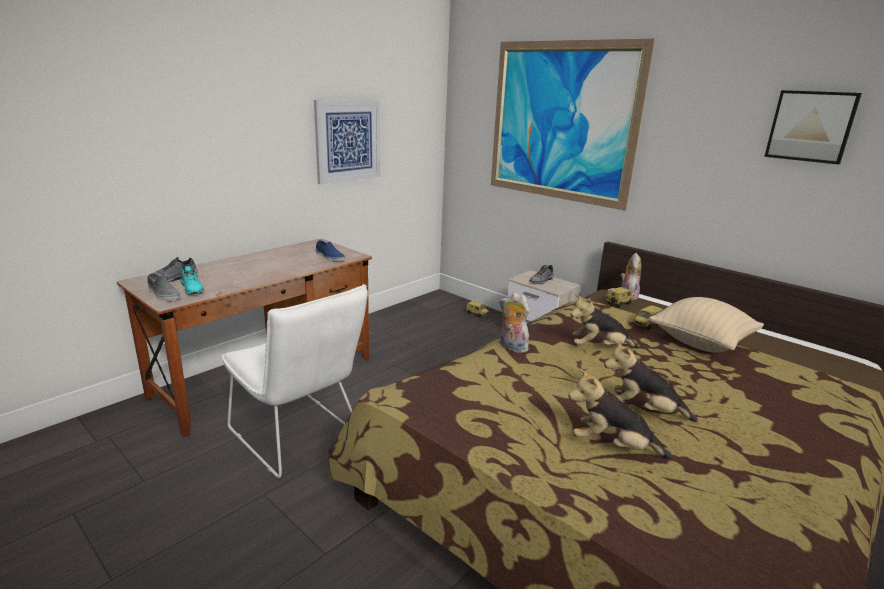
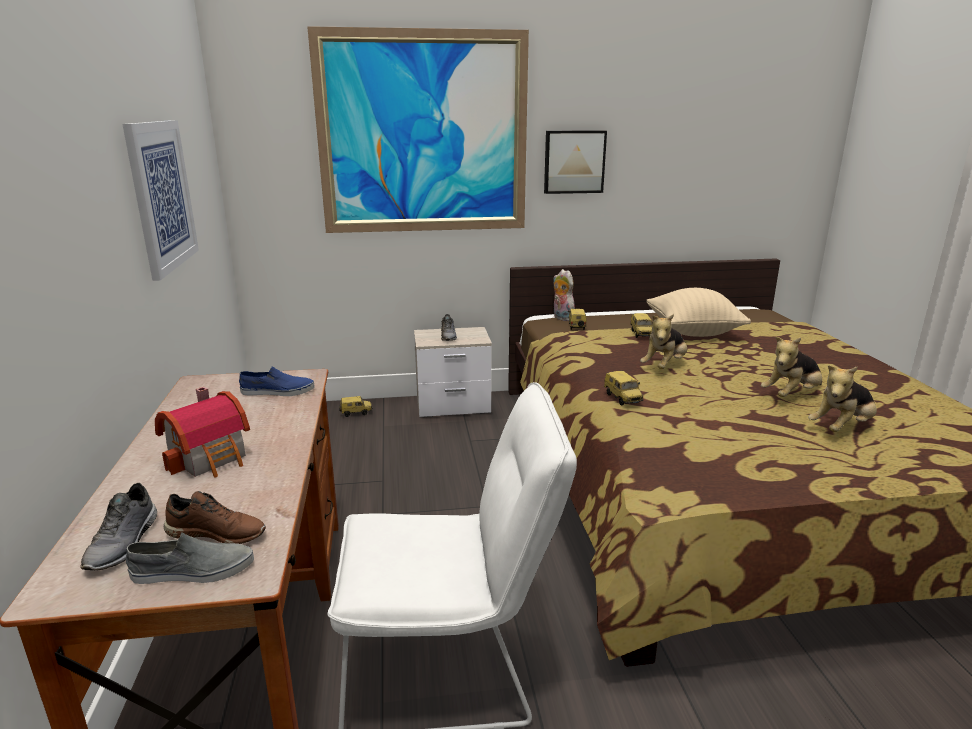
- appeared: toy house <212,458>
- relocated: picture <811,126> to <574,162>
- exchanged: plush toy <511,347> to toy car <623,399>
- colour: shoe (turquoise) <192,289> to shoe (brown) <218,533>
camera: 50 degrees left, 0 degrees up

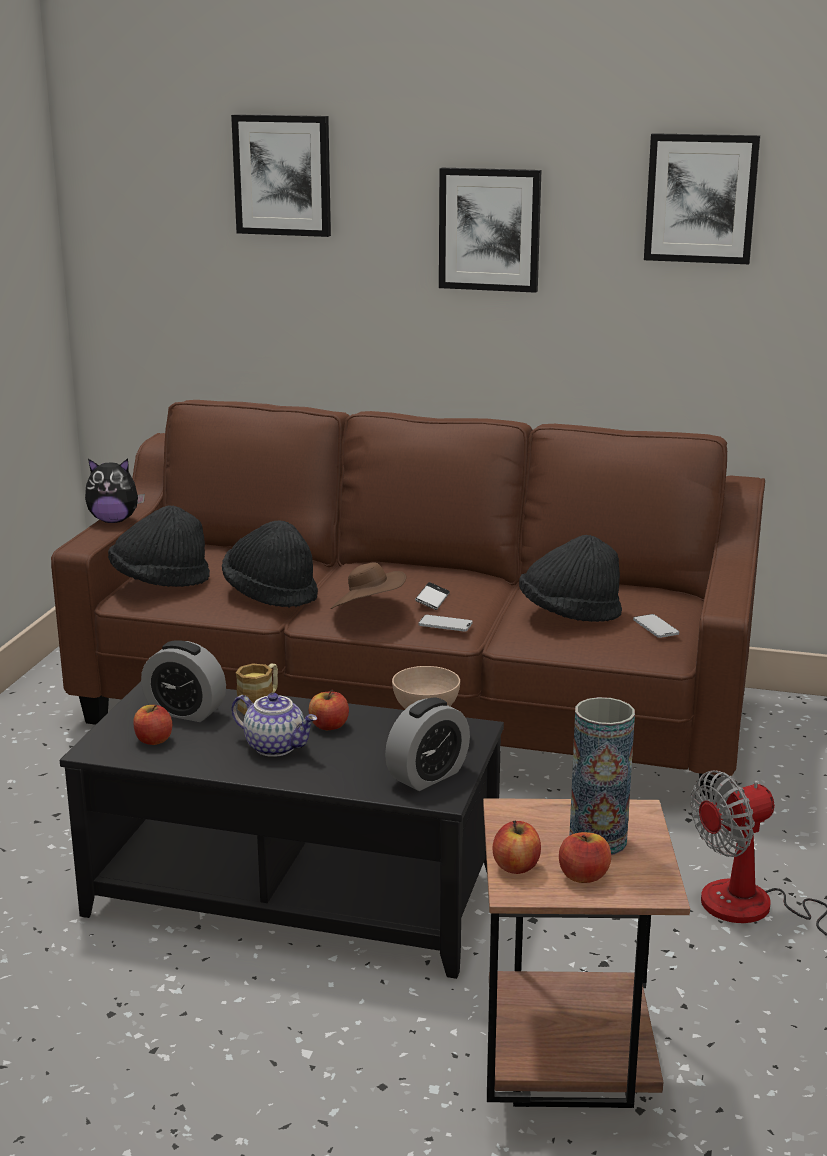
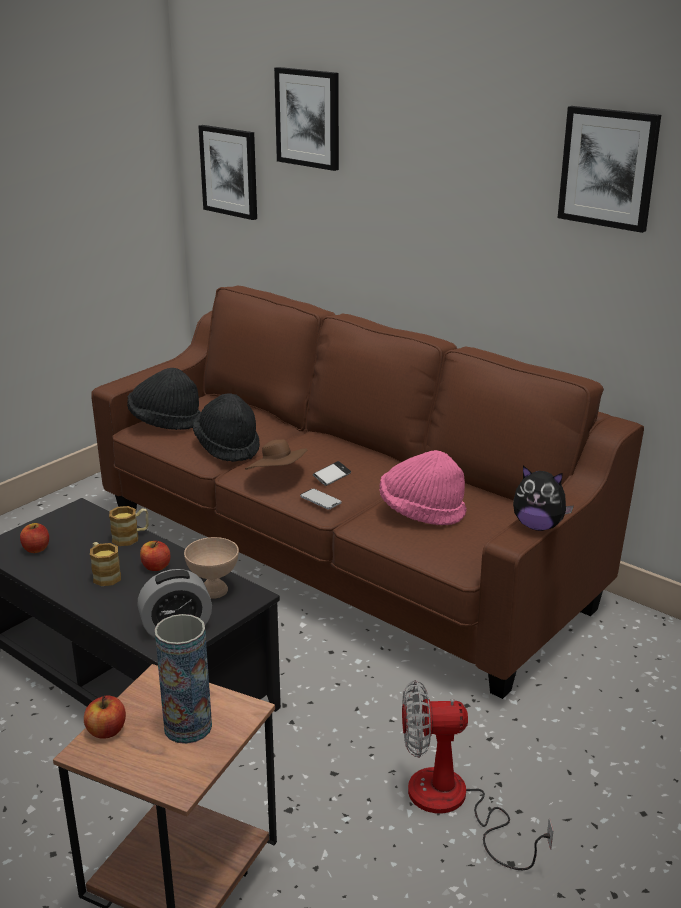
- missing: alarm clock <185,712>
- missing: apple <583,876>
- missing: phone <655,627>
- relocated: plush toy <114,520> to <538,526>
- relocated: picture <489,229> to <230,171>
- exchanged: teapot <276,747> to mug <104,575>
- colour: hat (black) <569,614> to hat (pink) <421,512>
camera: 25 degrees right, 5 degrees up

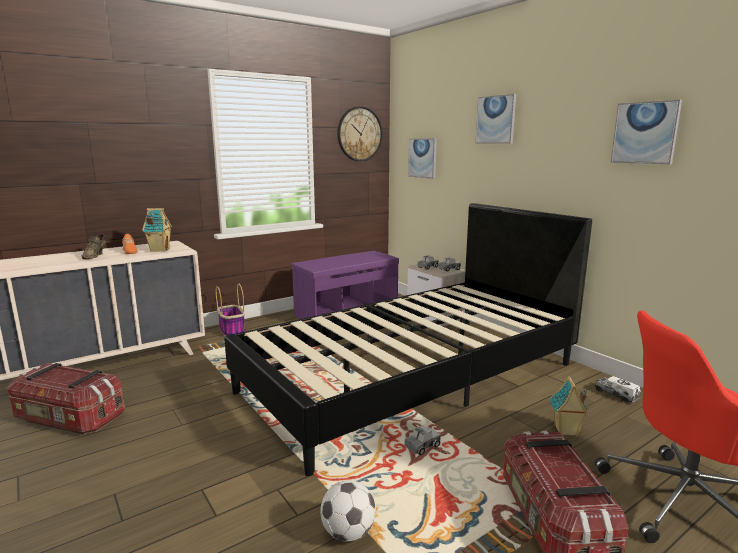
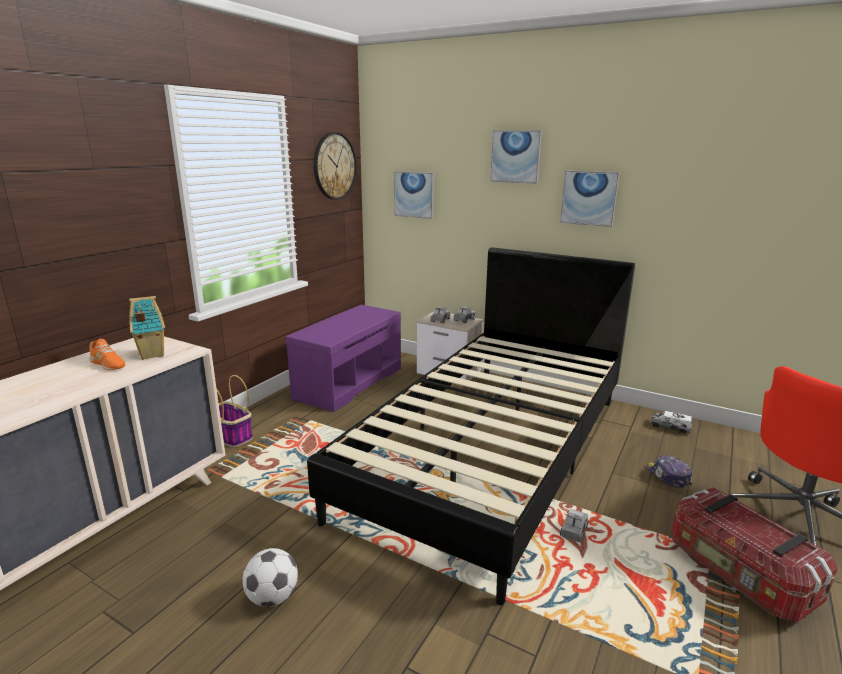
- missing: storage box <69,419>
- missing: shoe (brown) <95,256>
- relocated: football <348,532> to <272,597>
- relocated: picture <645,133> to <589,198>
- exchanged: toy house <565,431> to cap <668,476>
camera: 25 degrees left, 5 degrees up

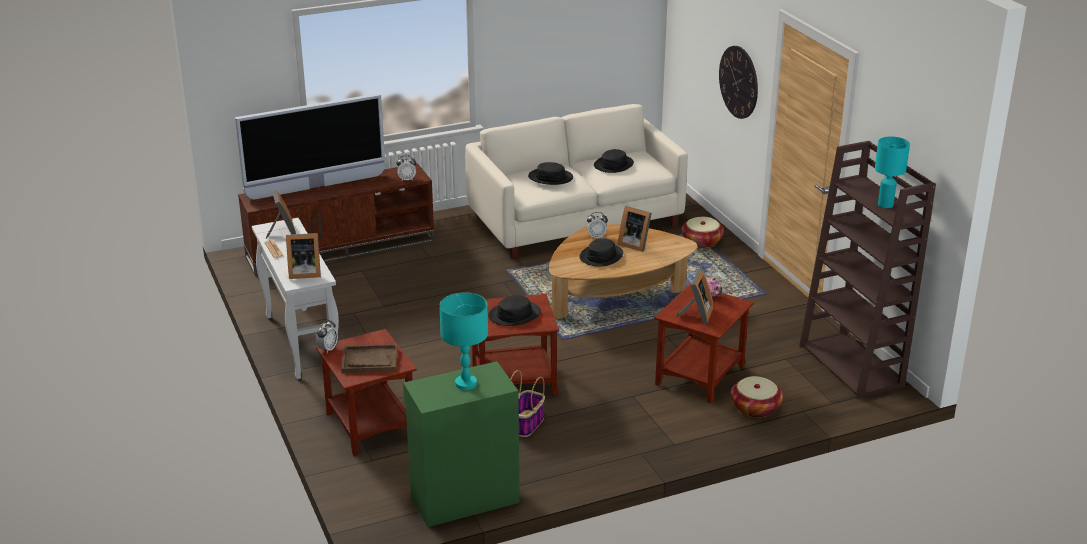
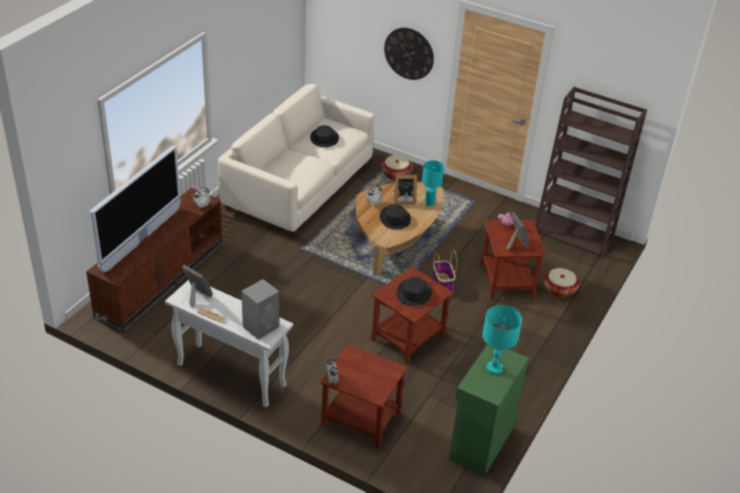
- missing: tray (brown) <369,360>
- missing: hat (black) <550,177>
- relocated: basket <526,425> to <442,284>
- relocated: table lamp (turquoise) <885,204> to <429,203>
- exchanged: picture frame <304,273> to speaker (grey) <261,326>
camera: 40 degrees left, 10 degrees up

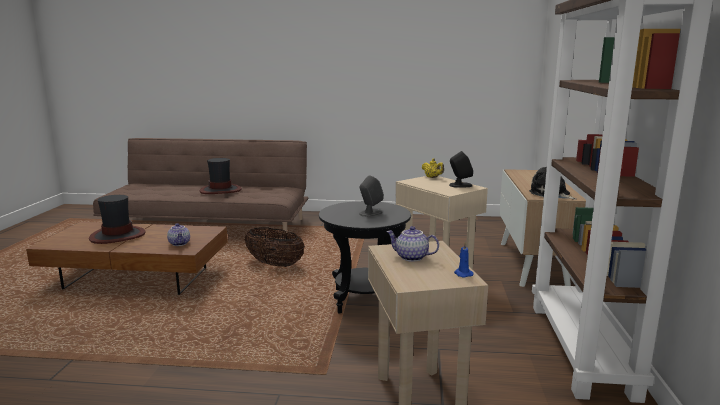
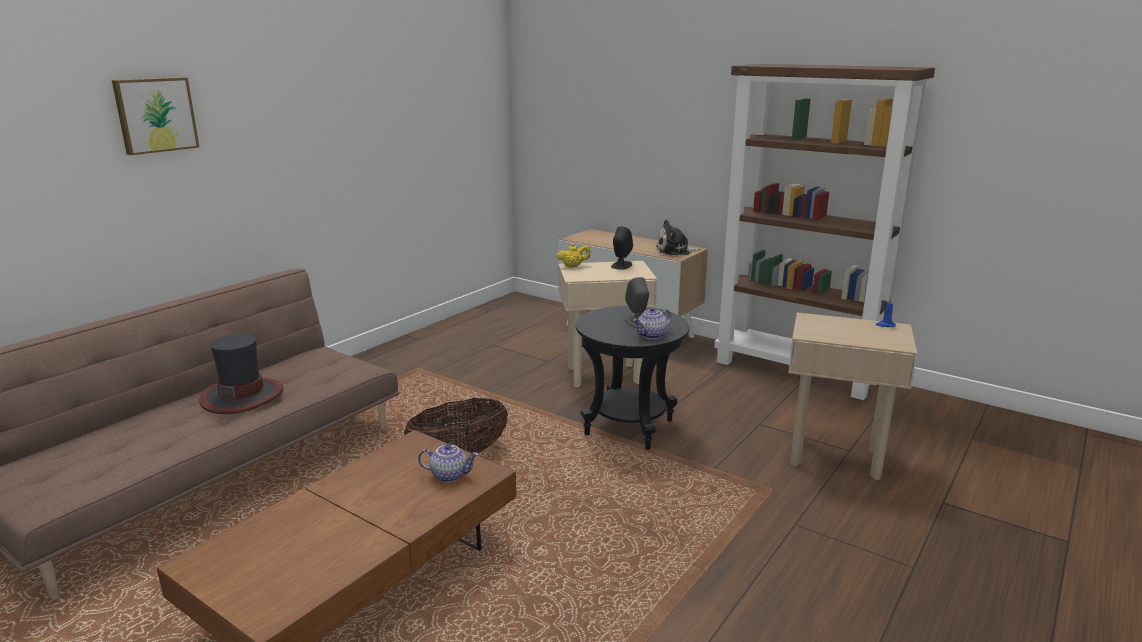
- missing: hat <117,236>
- appeared: picture <155,115>
- relocated: teapot <411,257> to <652,336>
camera: 60 degrees left, 5 degrees up

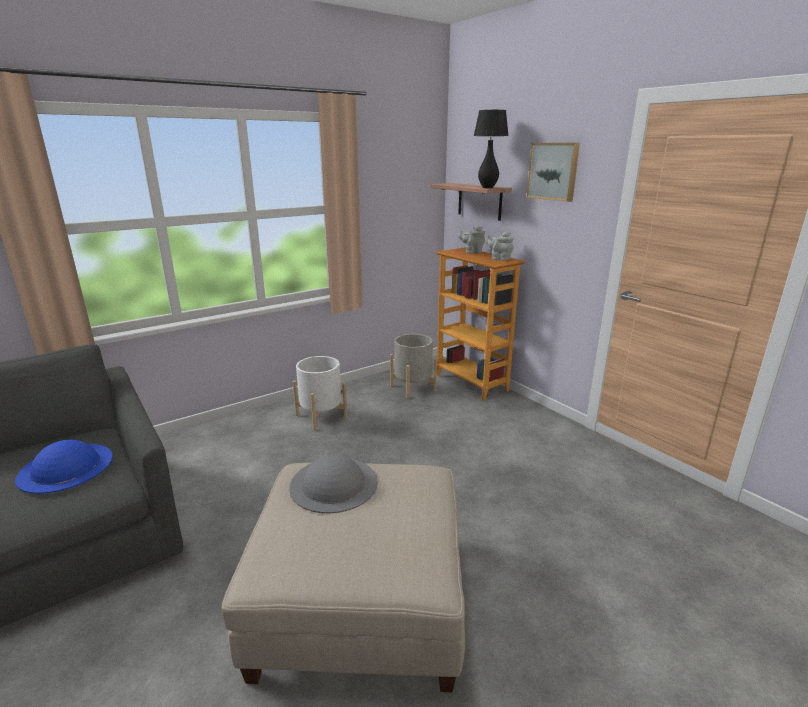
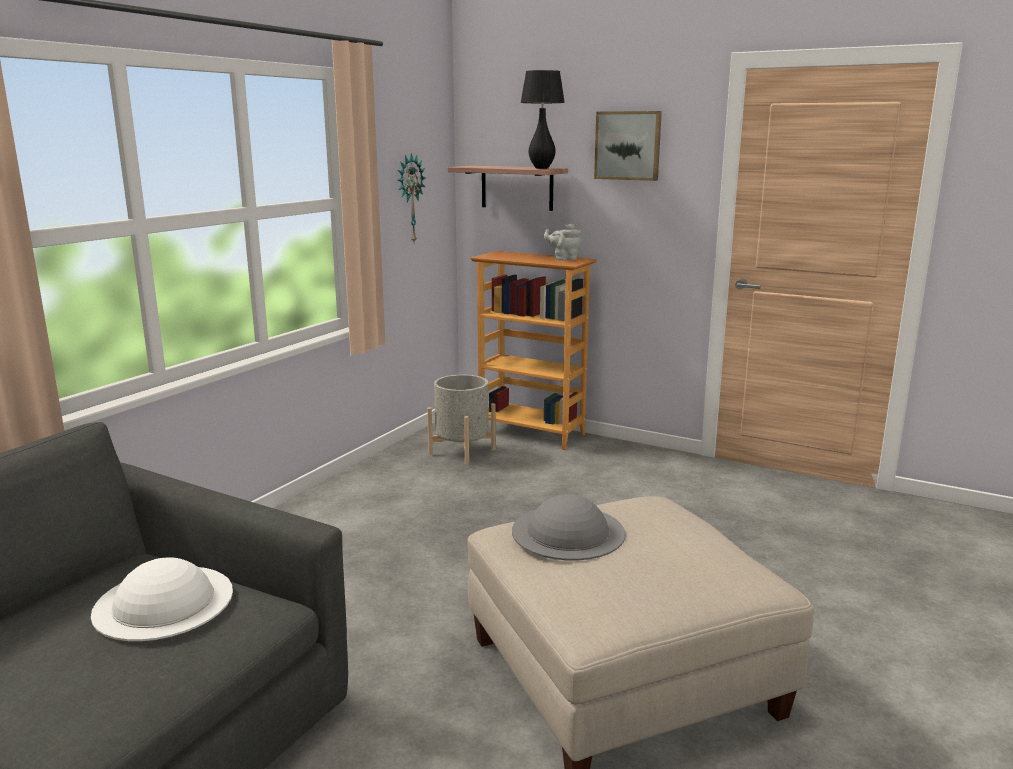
- missing: planter (white) <321,416>
- missing: teapot (grey) <472,252>
- appeared: wall clock <409,199>
- colour: hat (blue) <65,467> to hat (white) <163,602>
camera: 25 degrees left, 5 degrees down

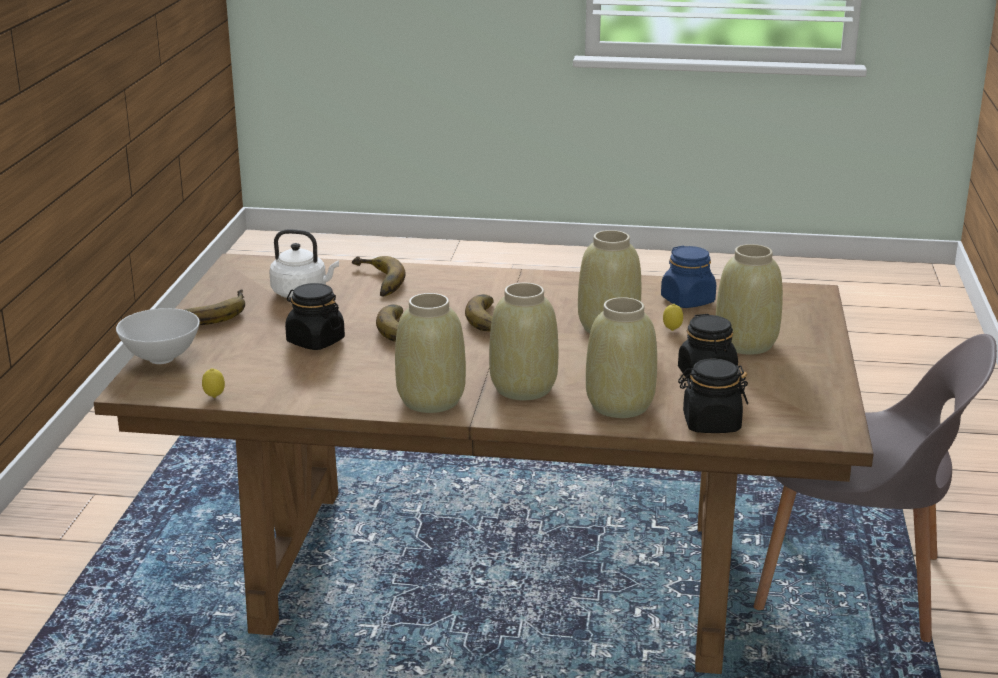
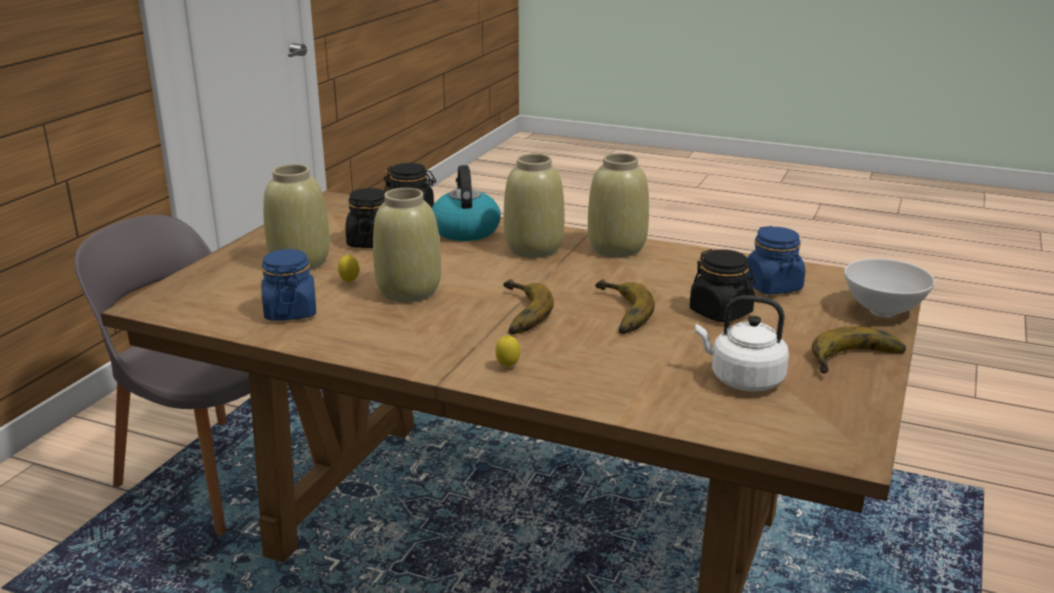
- missing: banana <374,282>
- appeared: jar (blue) <773,286>
- relocated: lemon <214,397> to <508,367>
- exchanged: vase (beige) <620,405> to kettle <465,230>
camera: 165 degrees left, 0 degrees up

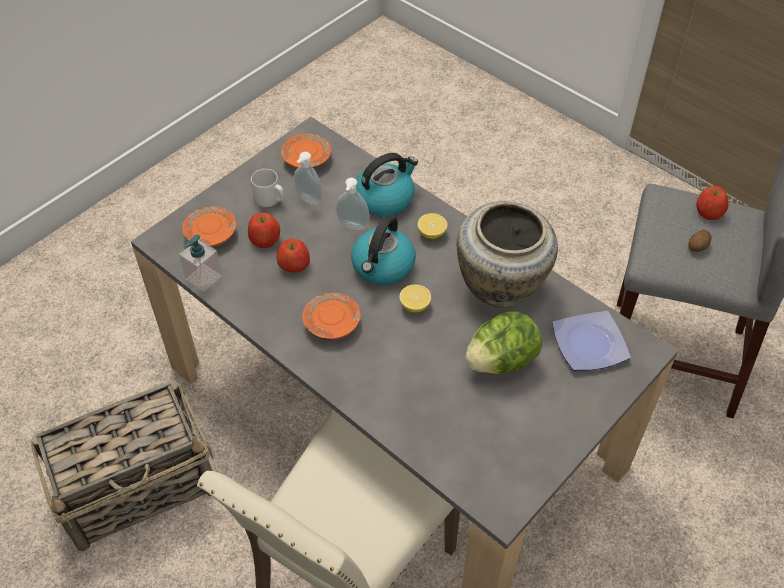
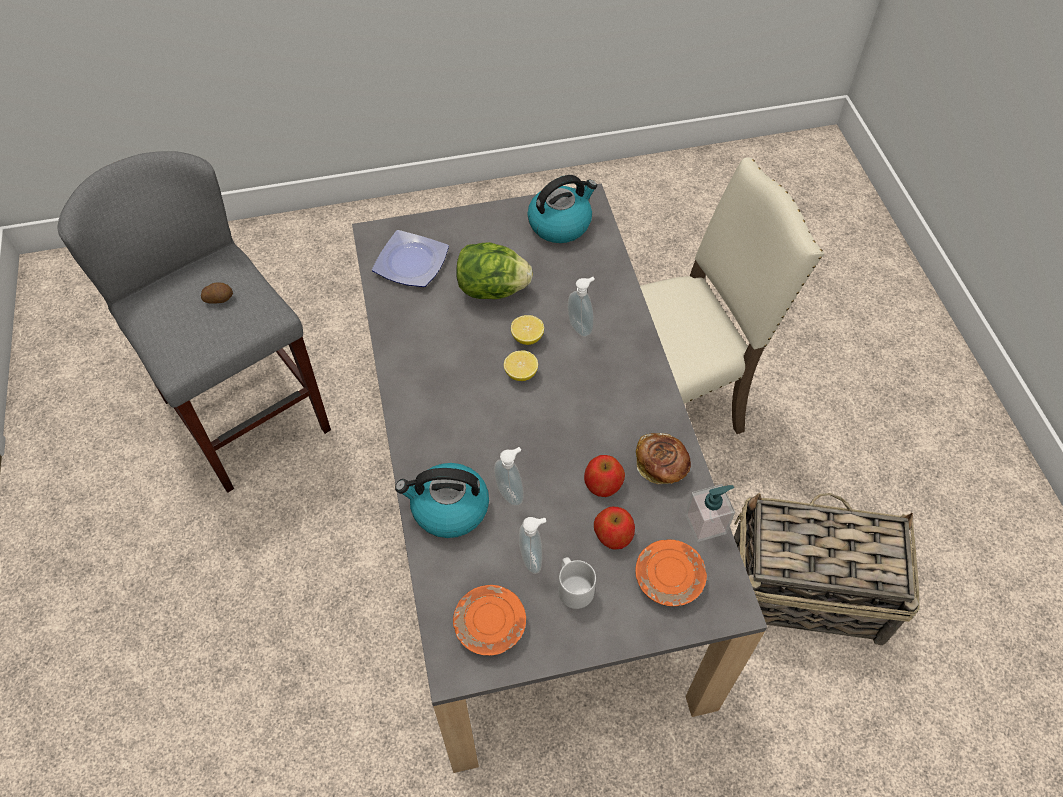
- missing: plate (orange) <331,323>
- missing: vase (beige) <501,288>
- missing: apple <709,212>
- appeared: soap dispenser <581,327>
- appeared: bread <661,467>
- relocated: kettle <383,267> to <560,223>
- relocated: lemon <431,233> to <527,337>
camera: 145 degrees left, 5 degrees up

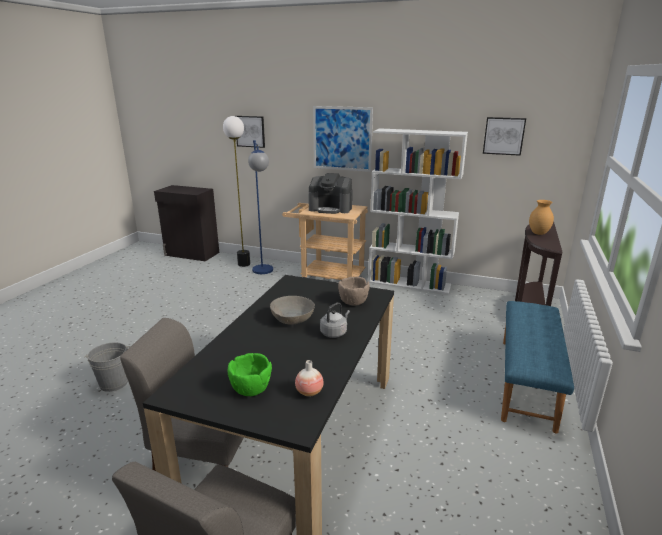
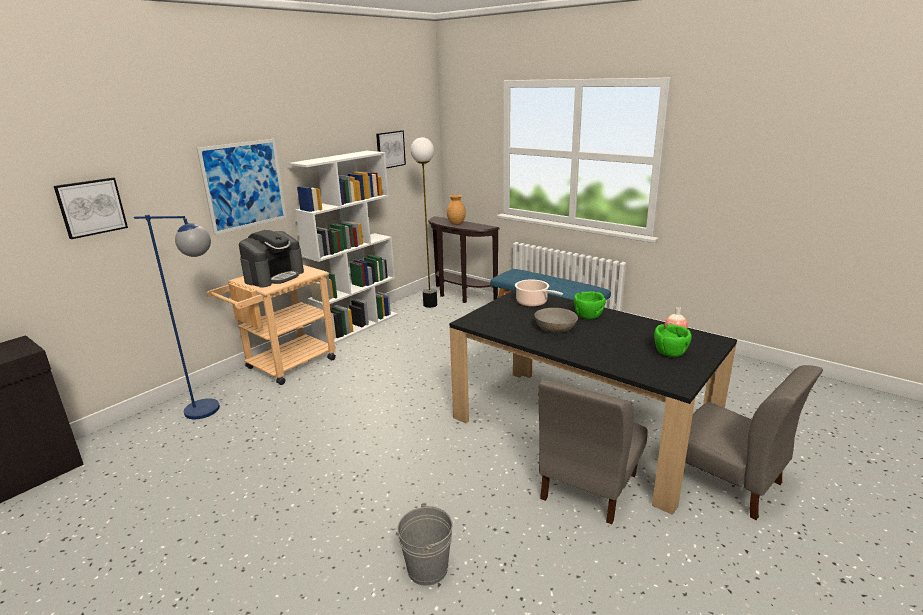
- relocated: floor lamp <244,264> to <430,305>
- exchanged: kettle (grey) <334,332> to bowl (green) <587,315>
- exchanged: bowl (brown) <353,302> to cooking pot <533,303>
camera: 70 degrees left, 0 degrees up

